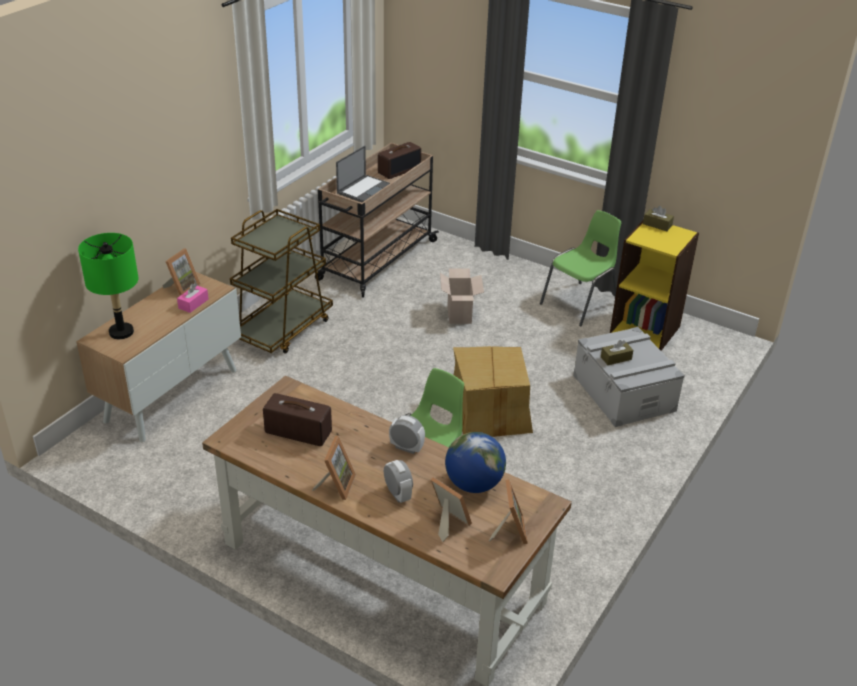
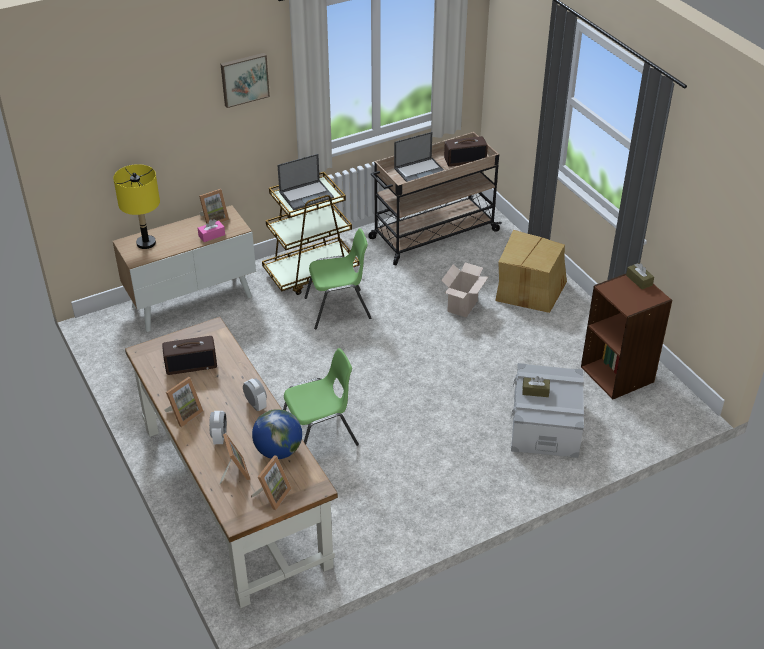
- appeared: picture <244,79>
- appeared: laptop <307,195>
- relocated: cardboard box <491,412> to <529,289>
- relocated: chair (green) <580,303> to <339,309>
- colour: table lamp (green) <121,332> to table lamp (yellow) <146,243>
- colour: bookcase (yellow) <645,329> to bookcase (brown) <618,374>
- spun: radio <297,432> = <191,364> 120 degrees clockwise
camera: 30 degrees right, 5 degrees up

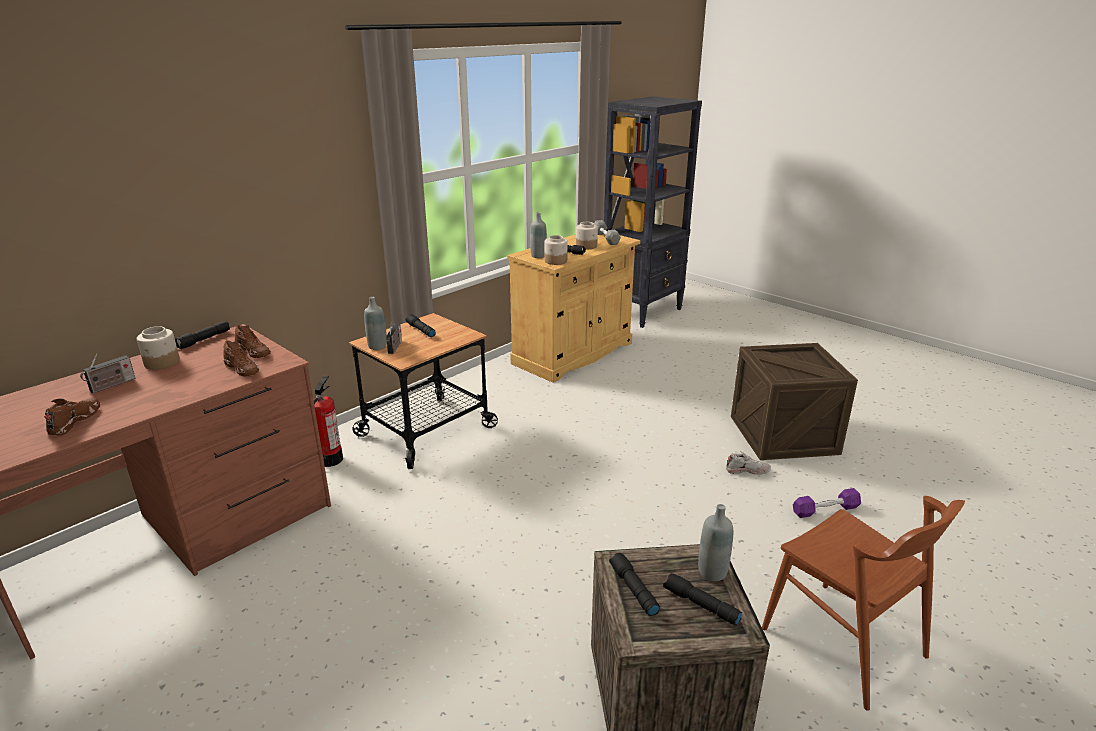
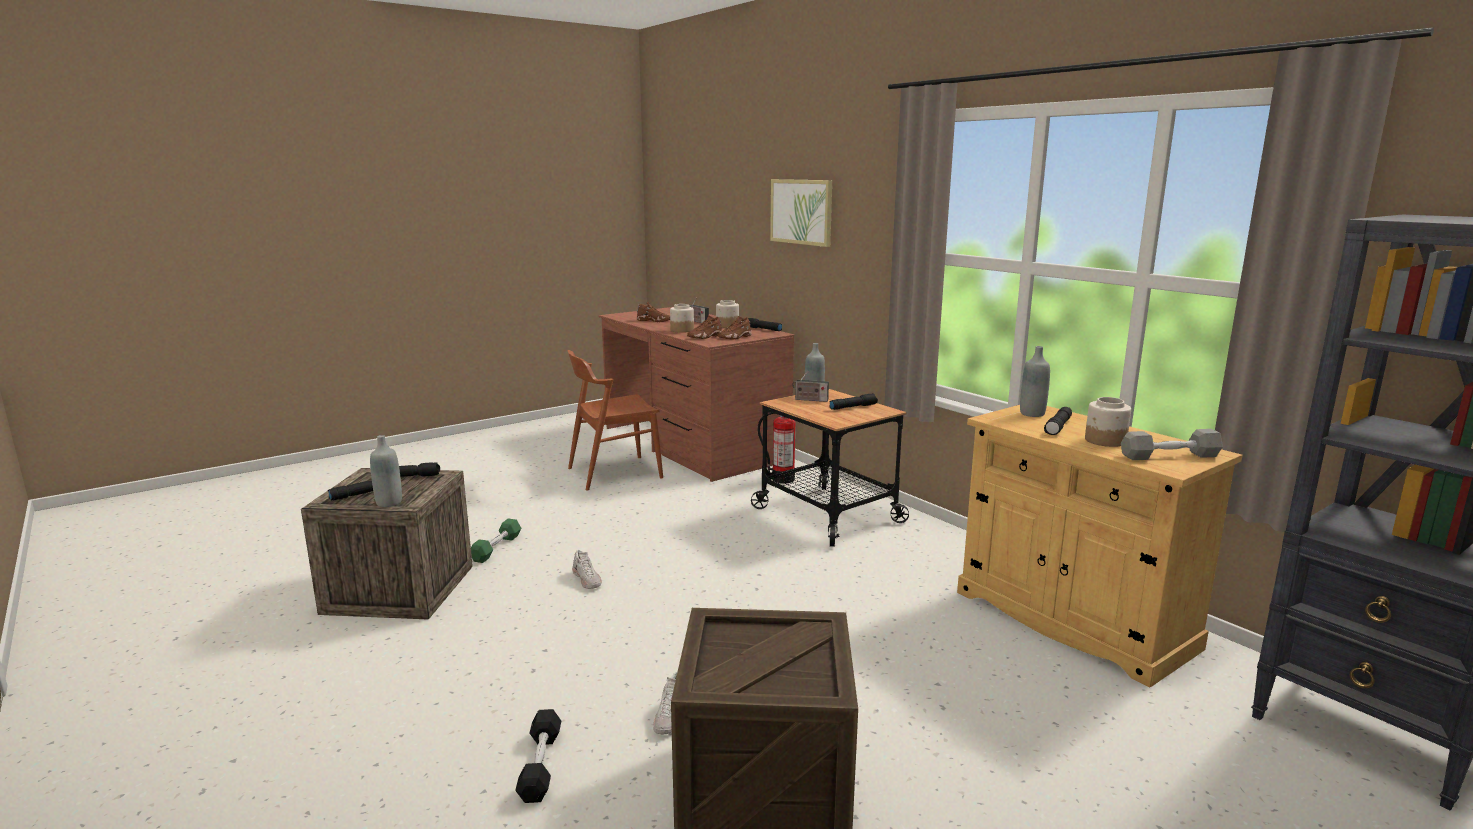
- appeared: dumbbell (green) <496,548>
- appeared: shoe (white) <587,580>
- appeared: picture <801,212>
- relocated: jar <556,261> to <681,330>
- relocated: chair (brown) <844,642> to <614,473>
- colour: dumbbell (purple) <825,510> to dumbbell (black) <540,765>
camera: 100 degrees right, 10 degrees down

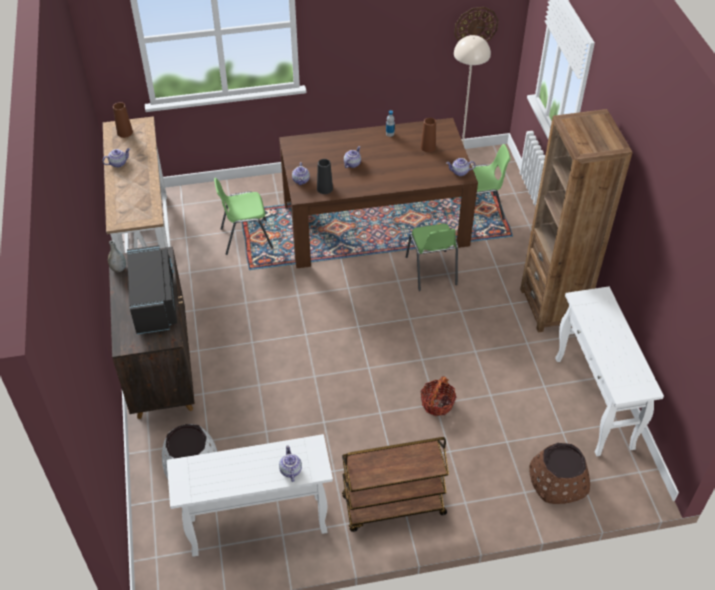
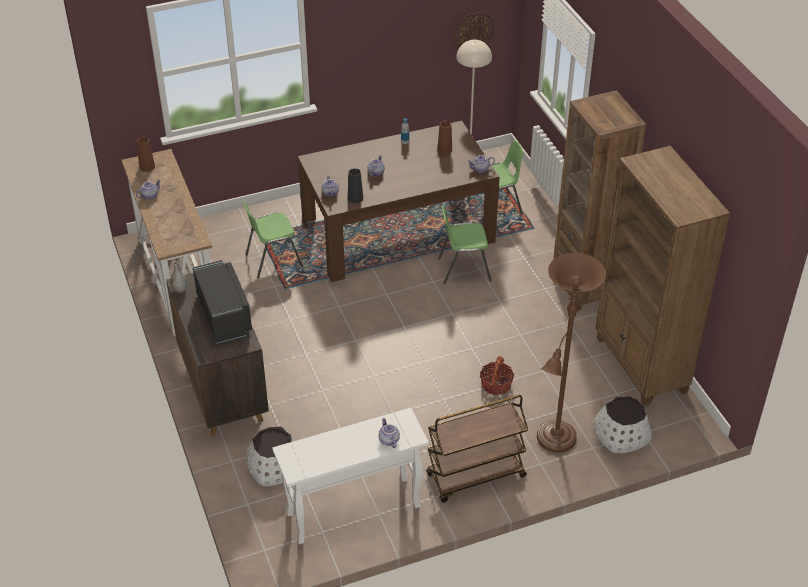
- appeared: floor lamp (brown) <554,441>
- exchanged: console table (white) <594,403> to bookcase (brown) <640,365>
- colour: planter (brown) <558,481> to planter (white) <621,435>
- spun: chair (green) <431,271> = <463,269> 105 degrees clockwise
camera: 10 degrees left, 5 degrees down

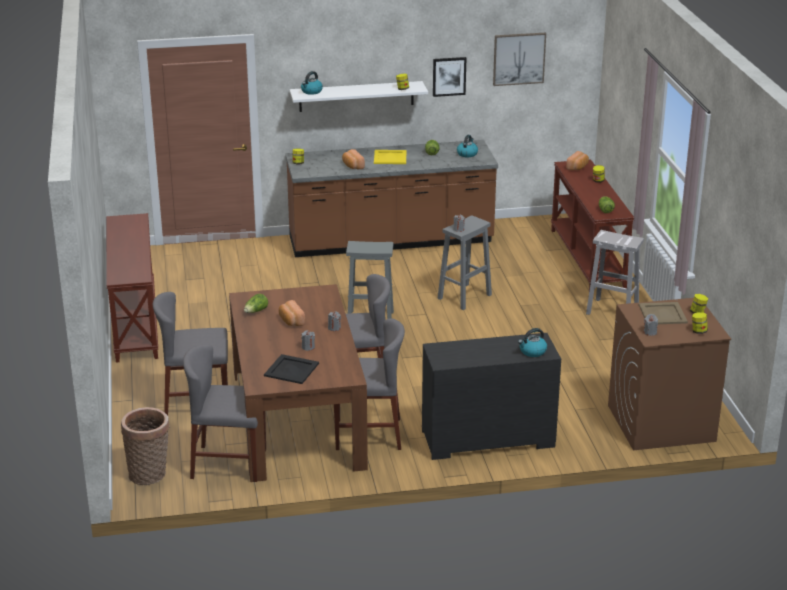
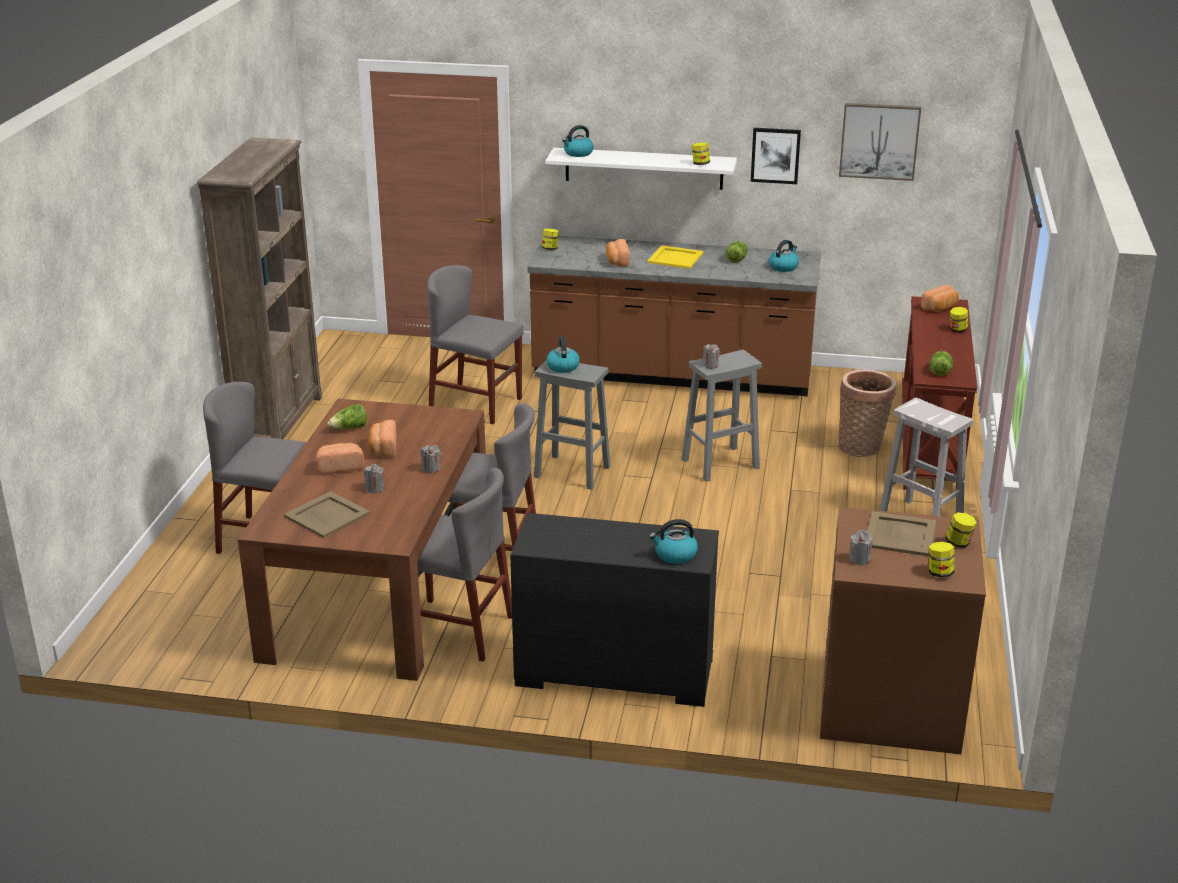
- appeared: bread <340,467>
- appeared: kettle <562,366>
- relocated: basket <150,474> to <862,447>
- relocated: chair (grey) <229,464> to <476,404>
- exchanged: console table (brown) <134,322> to bookcase (brown) <279,422>
- colour: tray (black) <291,369> to tray (beige) <327,515>
camera: 20 degrees right, 0 degrees up

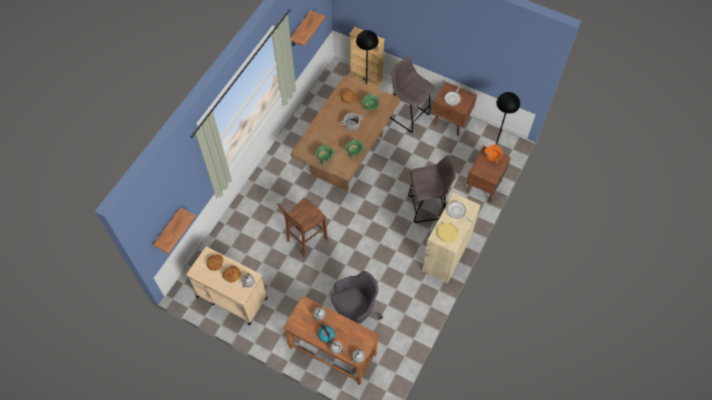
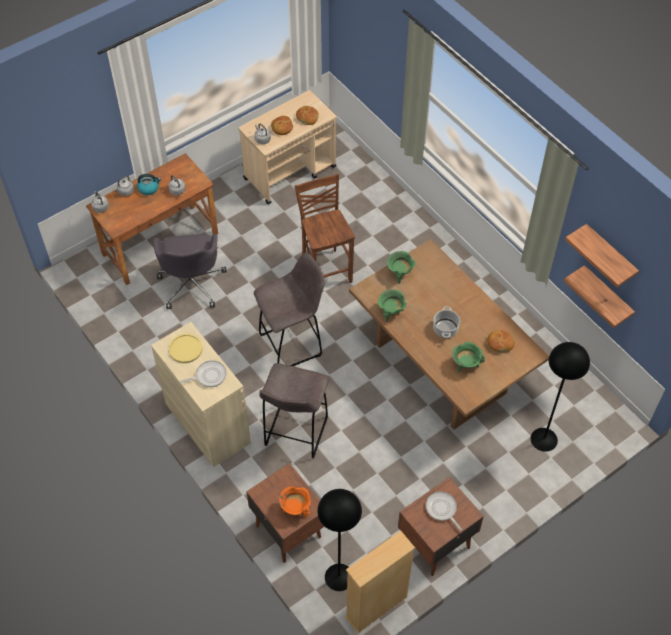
- relocated: shelf <168,229> to <606,296>
- relocated: bookcase (beige) <366,79> to <376,607>
- relocated: stool (grey) <408,115> to <292,344>
camera: 115 degrees right, 5 degrees down

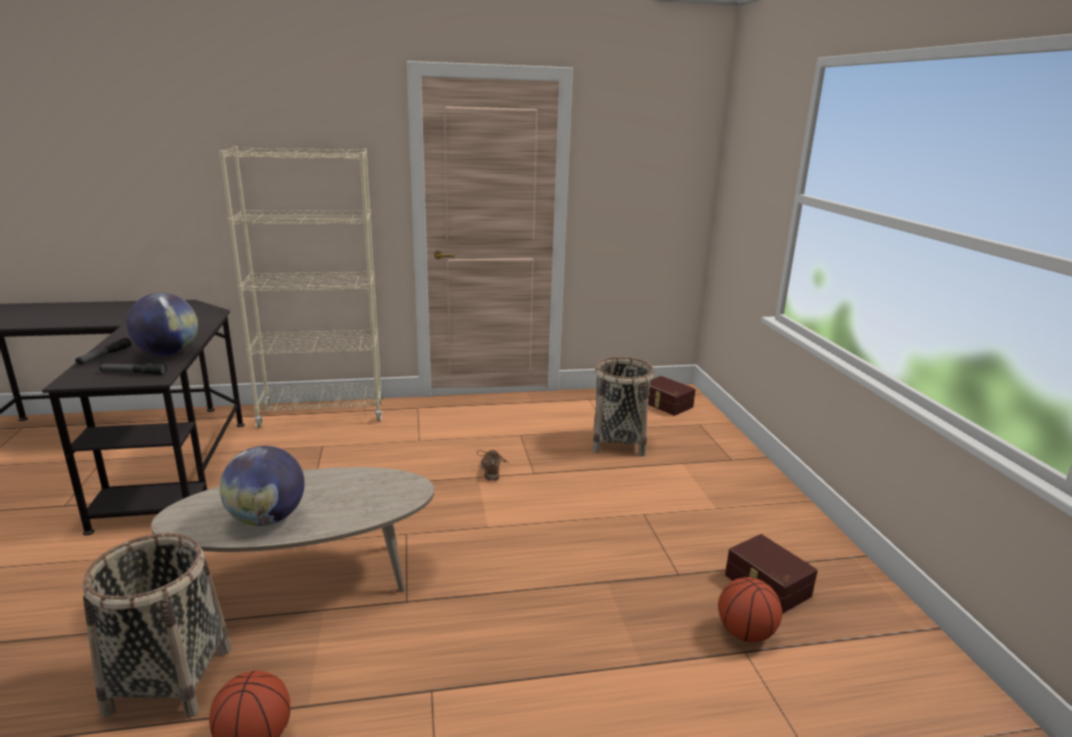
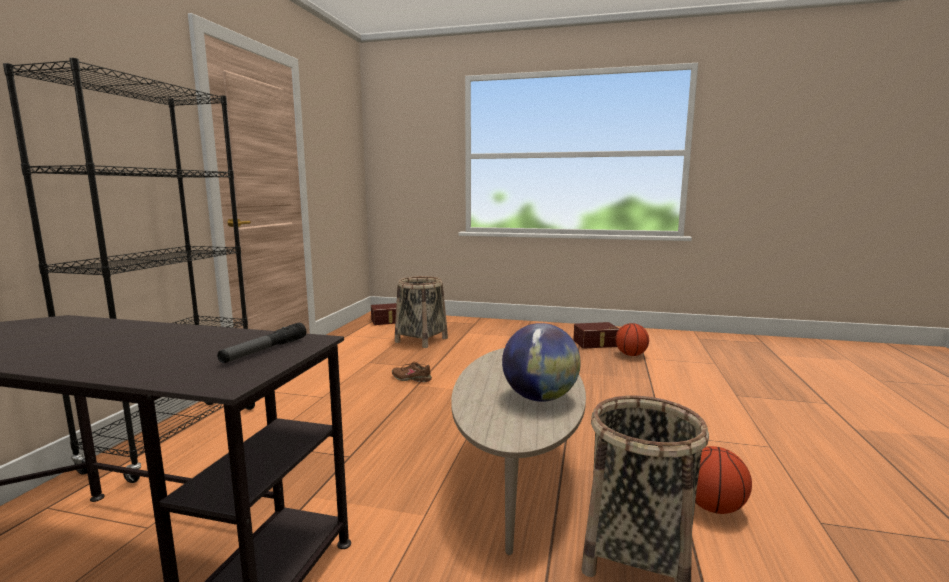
- missing: flashlight <104,356>
- missing: globe <168,353>
- colour: bookcase (beige) <323,415> to bookcase (black) <177,437>
camera: 65 degrees left, 10 degrees down

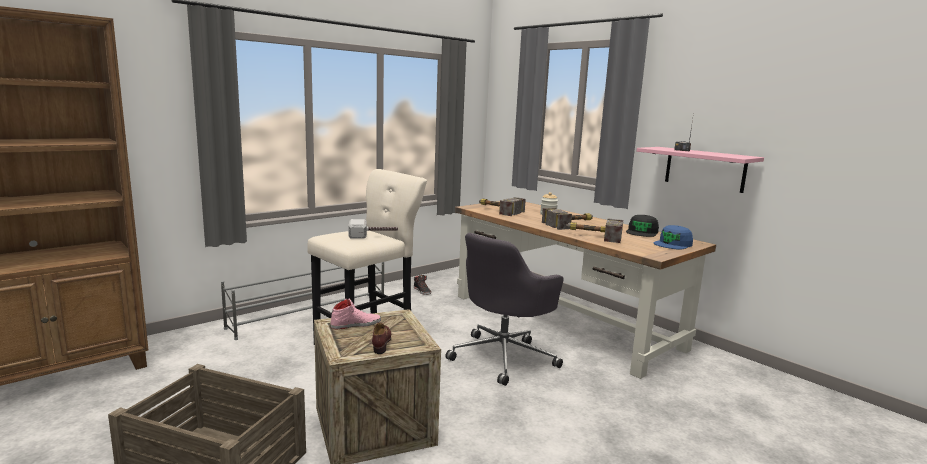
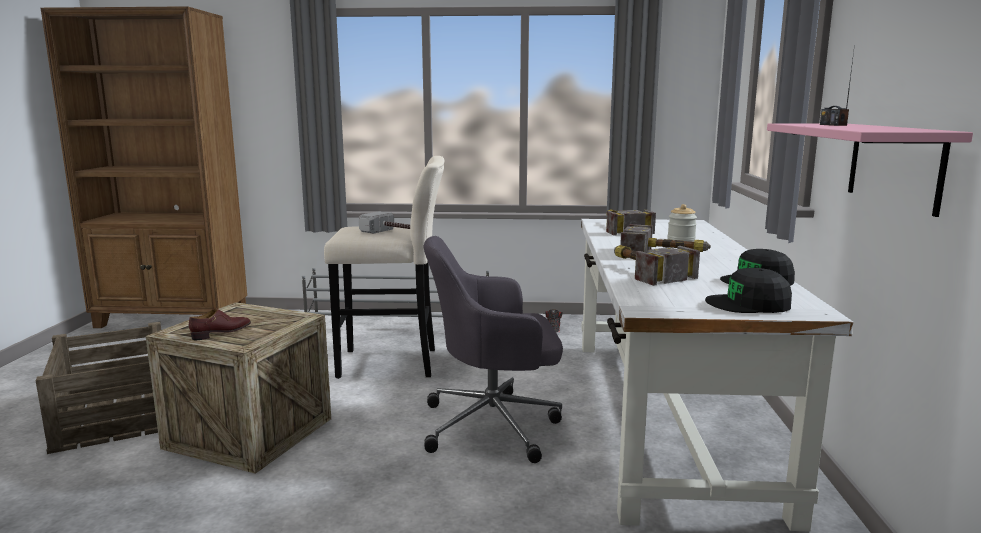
- missing: shoe (pink) <355,324>
- colour: desk (brown) <564,321> to desk (white) <666,415>
- colour: cap (blue) <673,244> to cap (black) <749,304>
camera: 45 degrees right, 0 degrees up

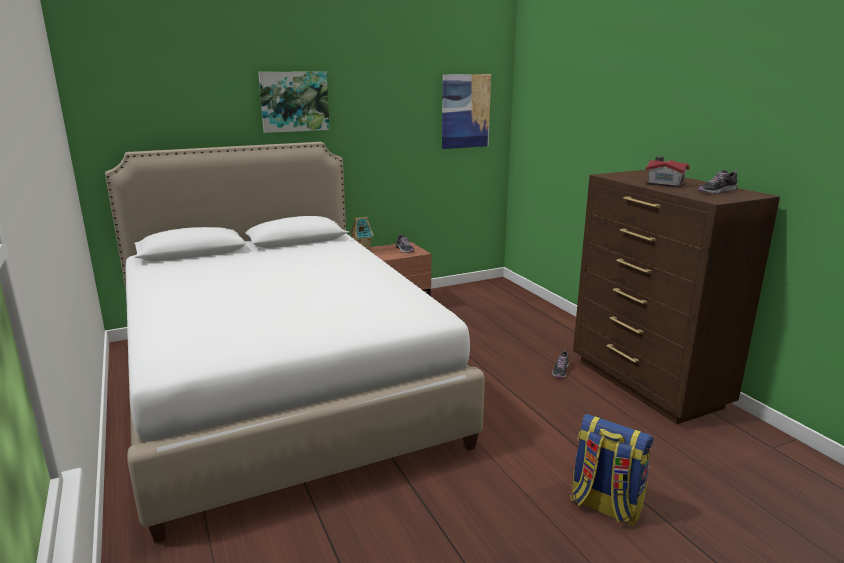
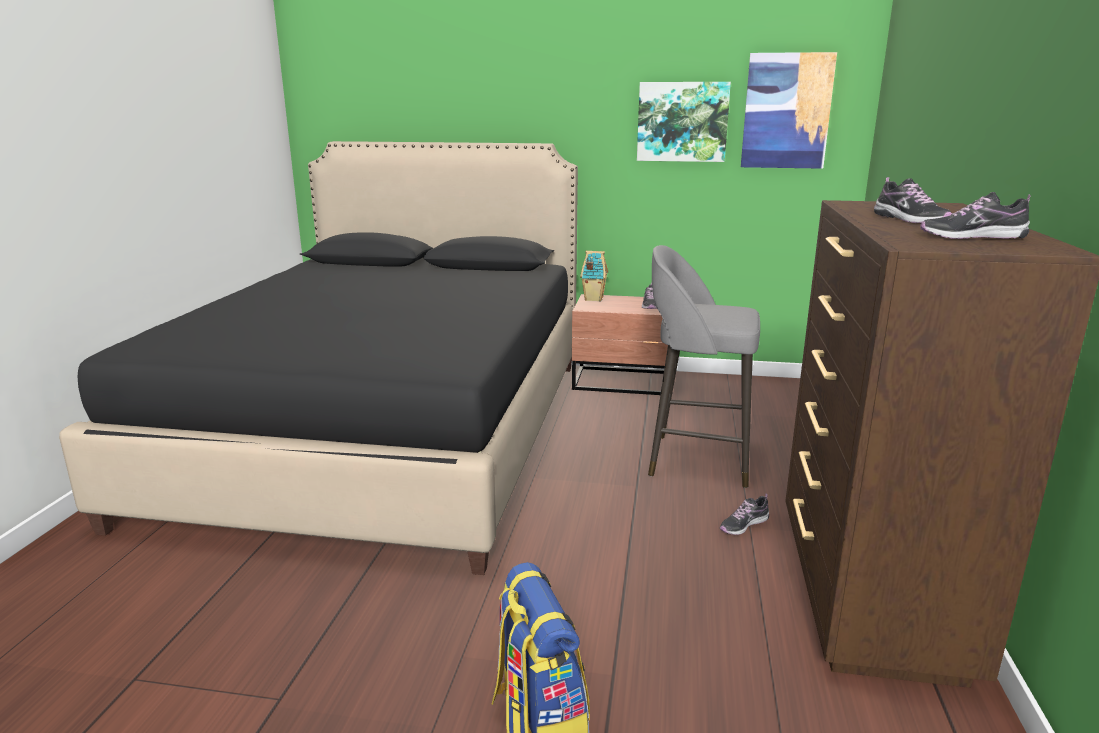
- appeared: stool (grey) <696,460>
- relocated: picture <294,101> to <682,122>
- exchanged: toy house <664,184> to shoe <909,219>
- colour: bed (white) <279,386> to bed (black) <388,432>
camera: 35 degrees right, 0 degrees up

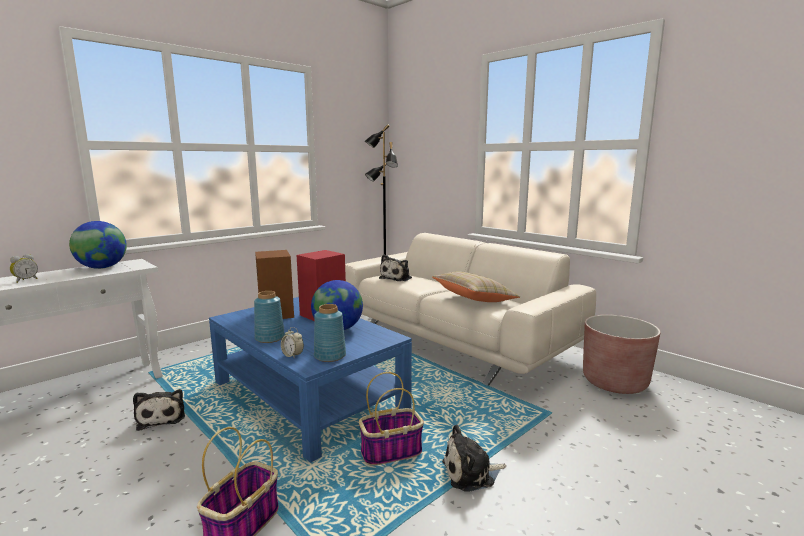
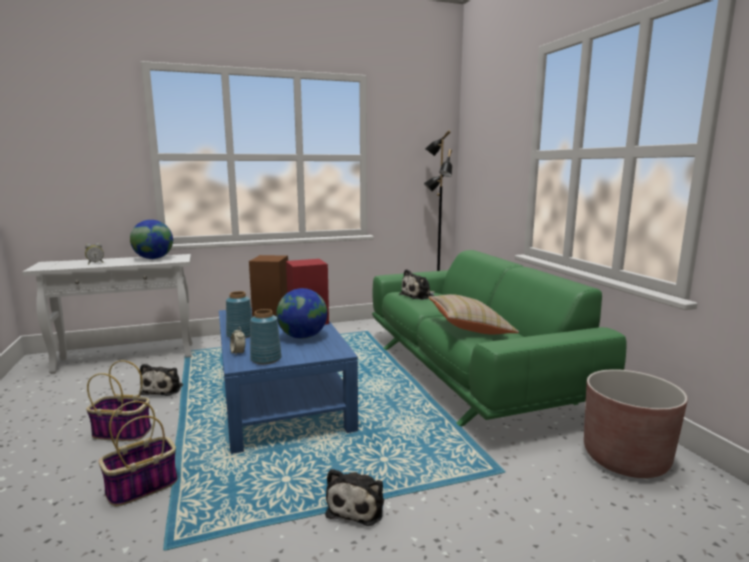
- relocated: basket <391,451> to <123,432>
- colour: sofa (beige) <454,341> to sofa (green) <470,373>
- spun: plush toy <471,473> = <357,506> 90 degrees counterclockwise
camera: 25 degrees right, 0 degrees up

